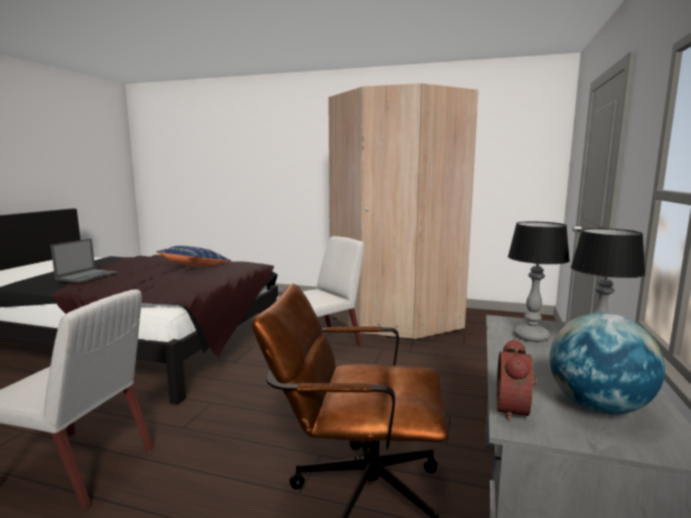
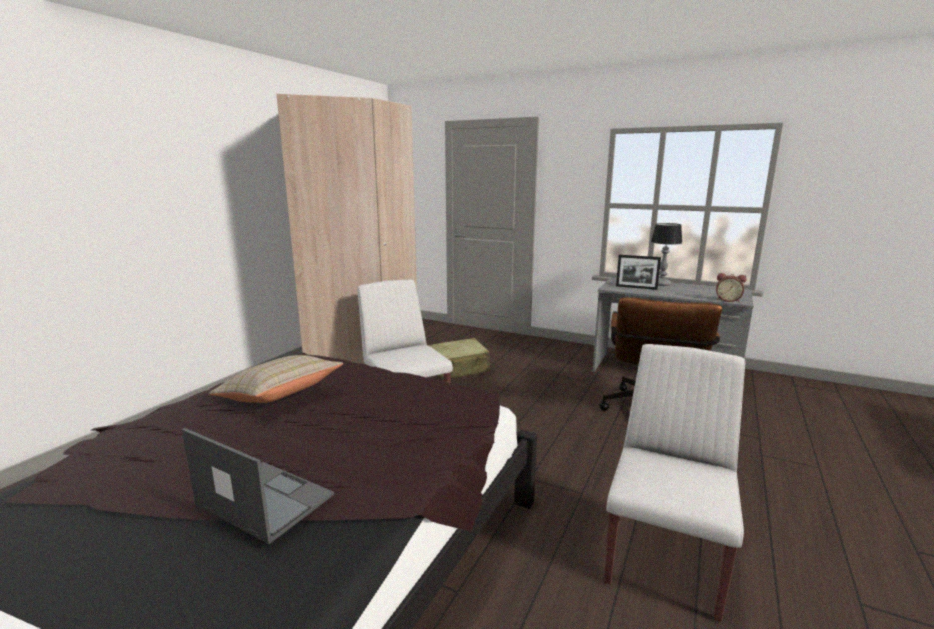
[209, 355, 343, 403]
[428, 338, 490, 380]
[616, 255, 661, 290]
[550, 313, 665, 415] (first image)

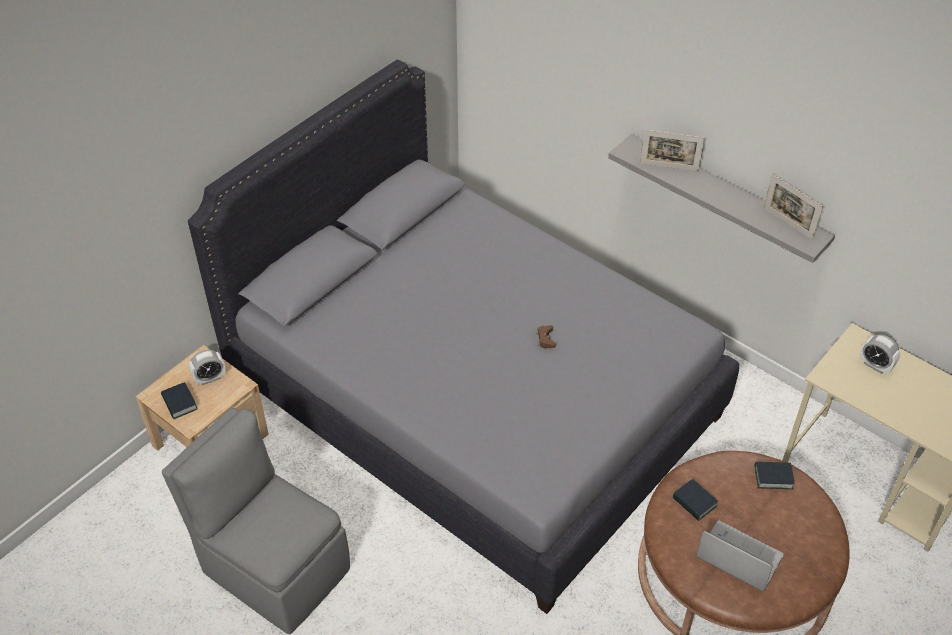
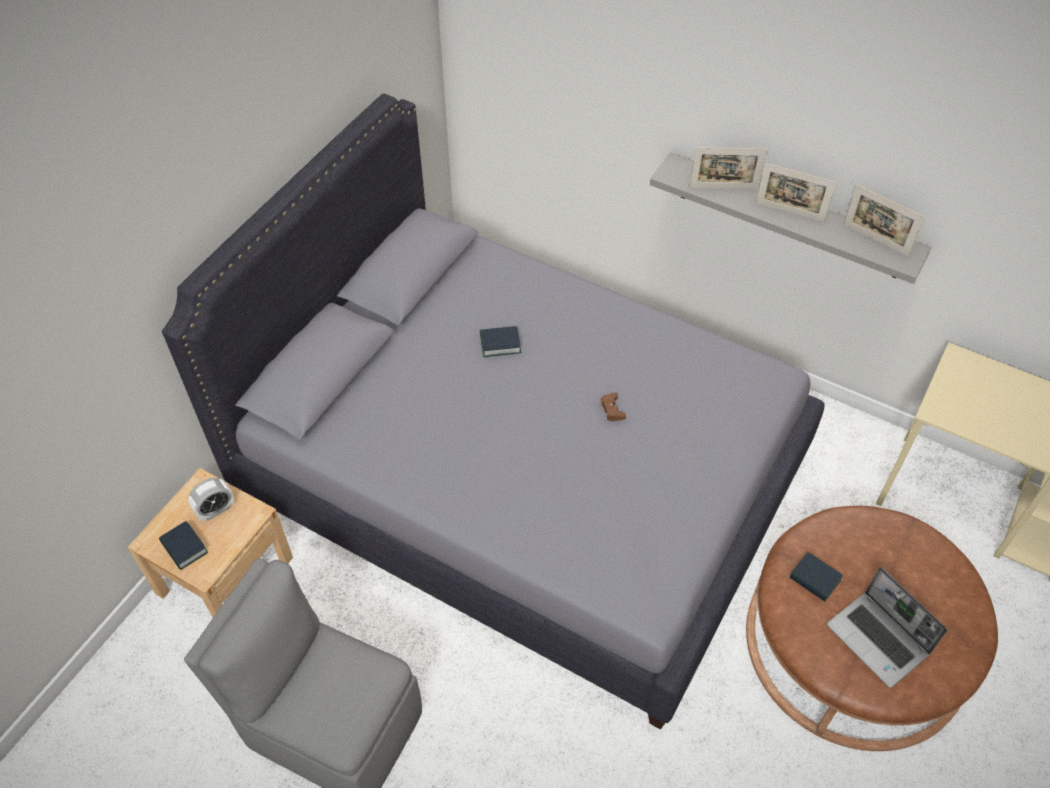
[480, 326, 521, 357]
[755, 163, 837, 222]
[827, 567, 947, 688]
[860, 335, 900, 374] (first image)

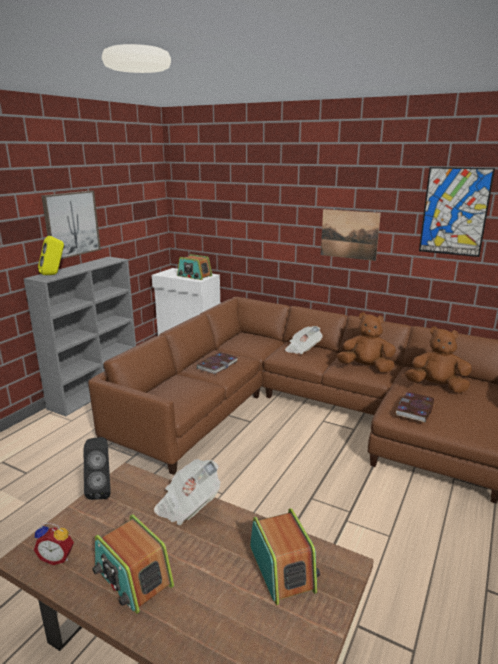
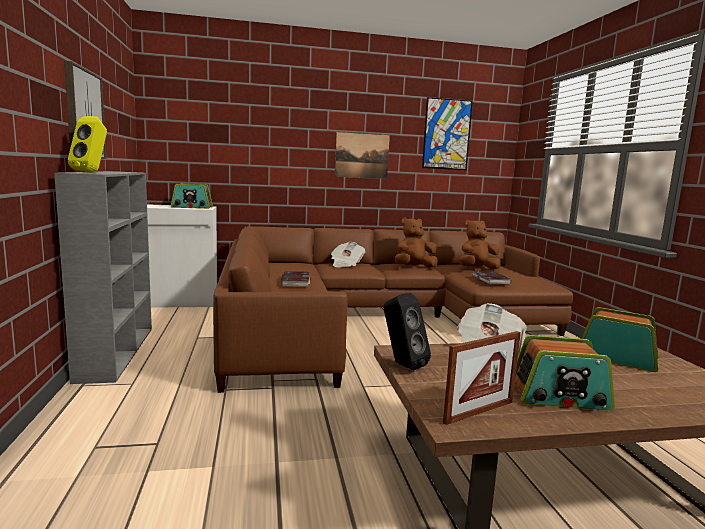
[443, 331, 521, 425]

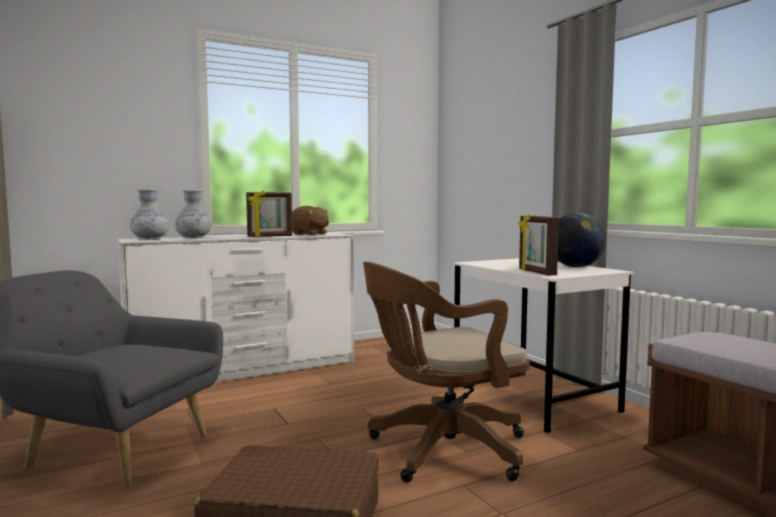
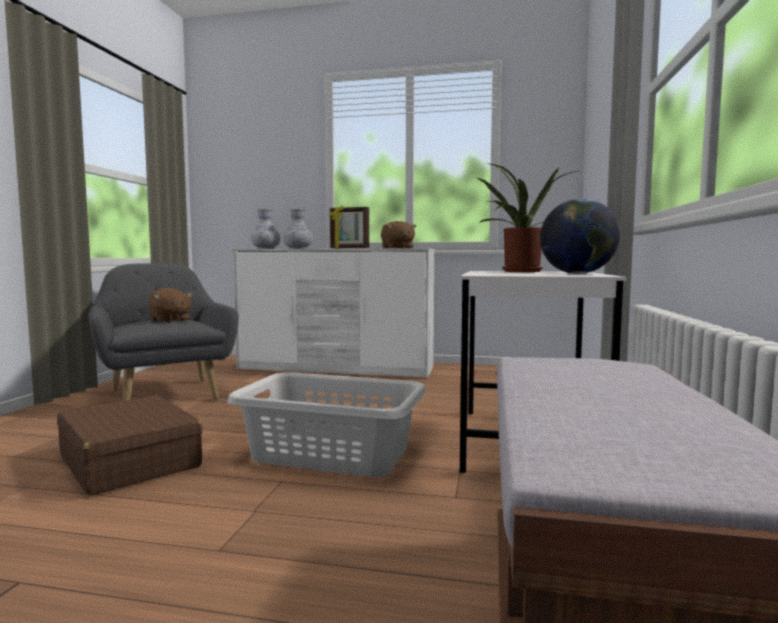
[148, 288, 193, 323]
[227, 372, 426, 477]
[477, 163, 578, 272]
[519, 214, 559, 275] (first image)

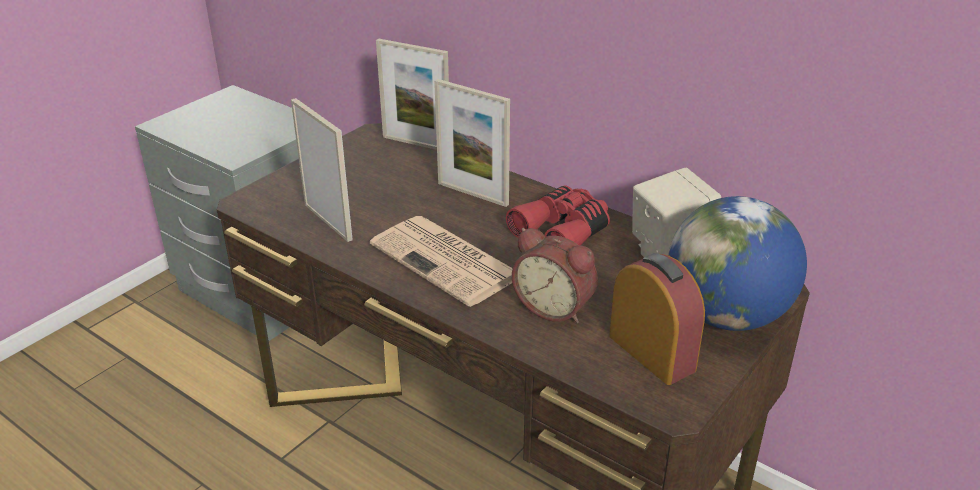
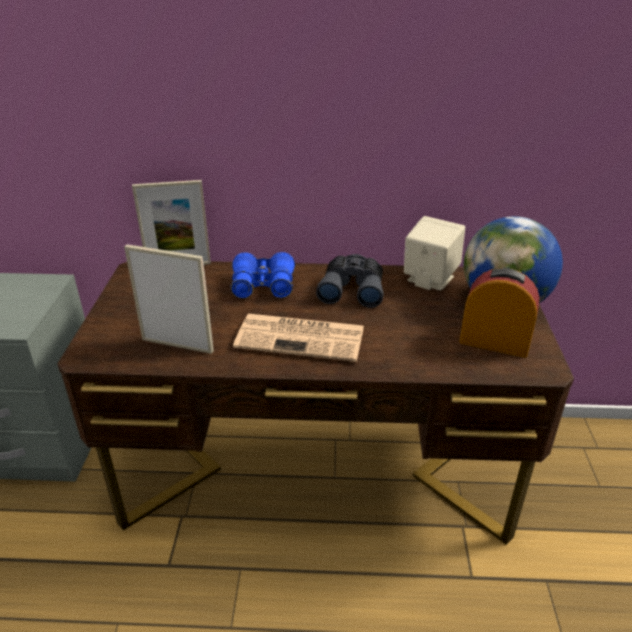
[230, 252, 295, 299]
[316, 254, 383, 308]
[512, 228, 598, 323] (first image)

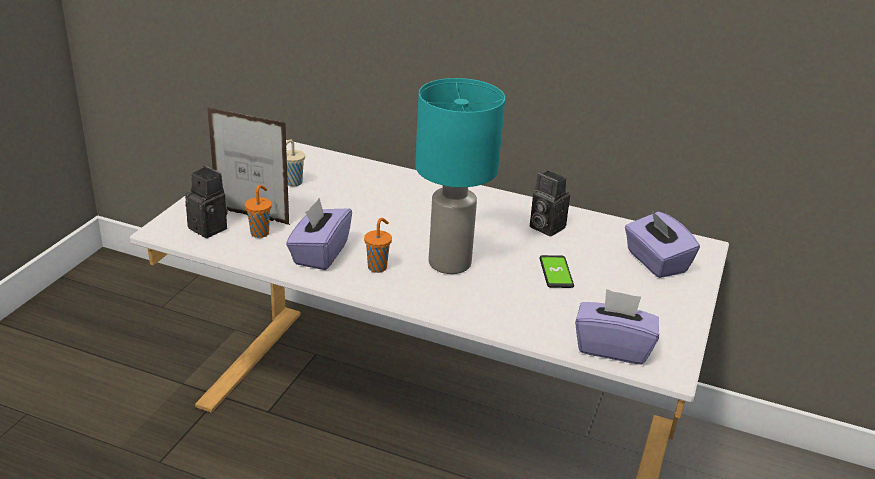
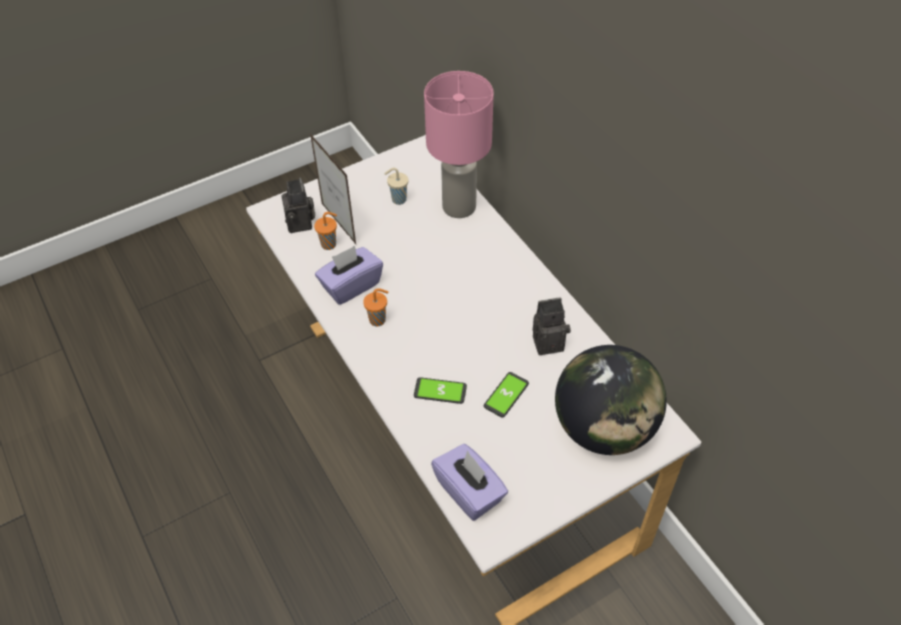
[414, 377, 467, 404]
[424, 71, 494, 218]
[533, 298, 571, 355]
[555, 345, 667, 455]
[415, 78, 505, 274] (first image)

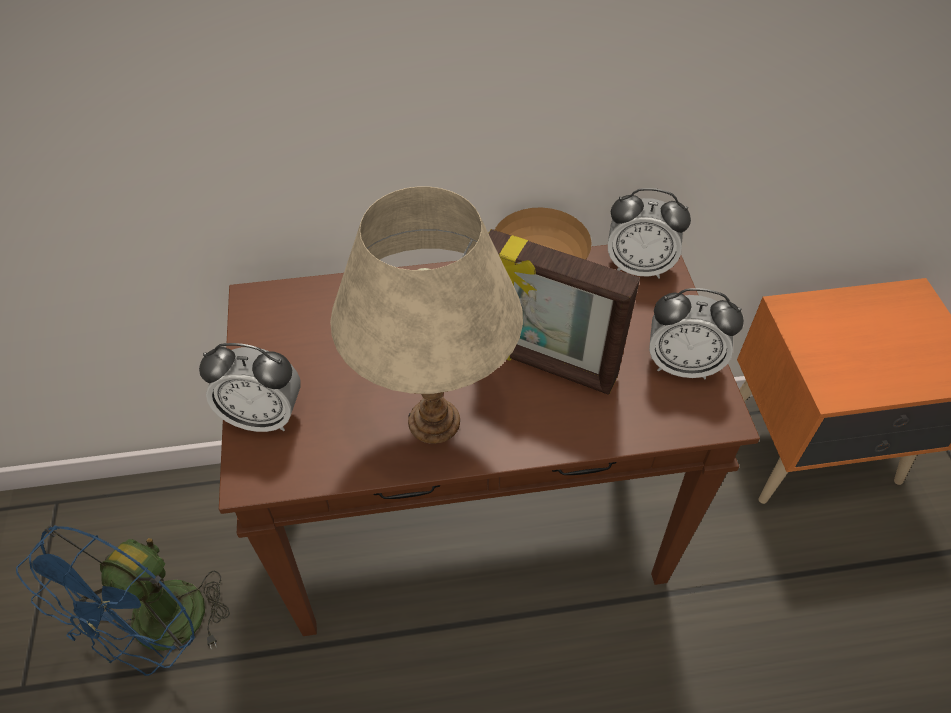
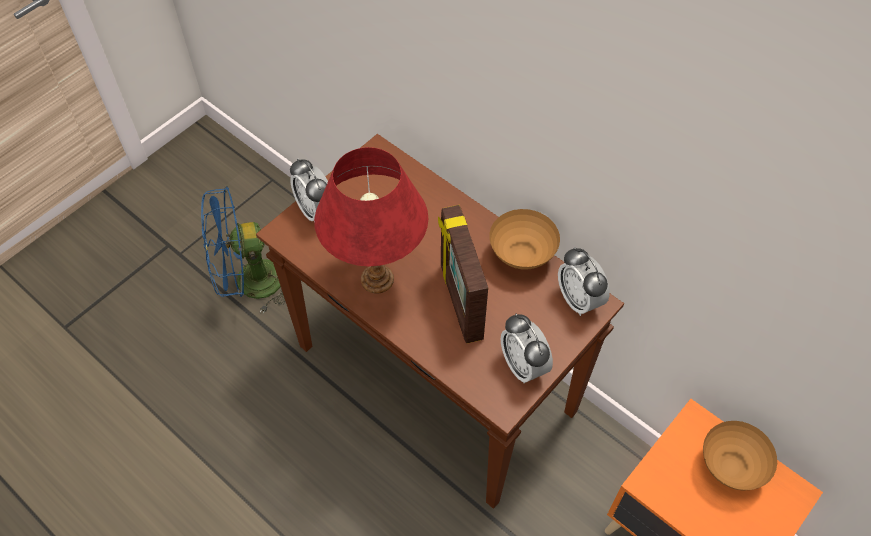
[314, 147, 429, 294]
[703, 421, 777, 491]

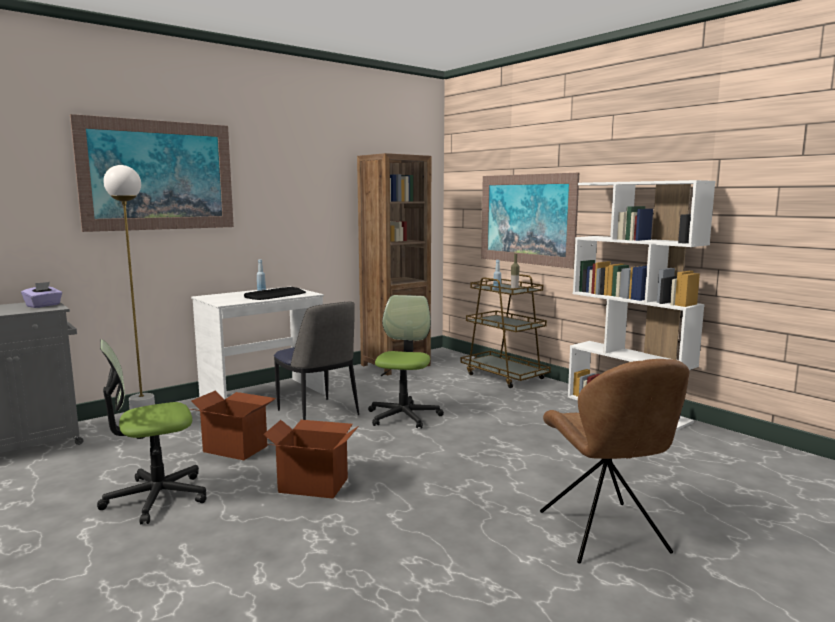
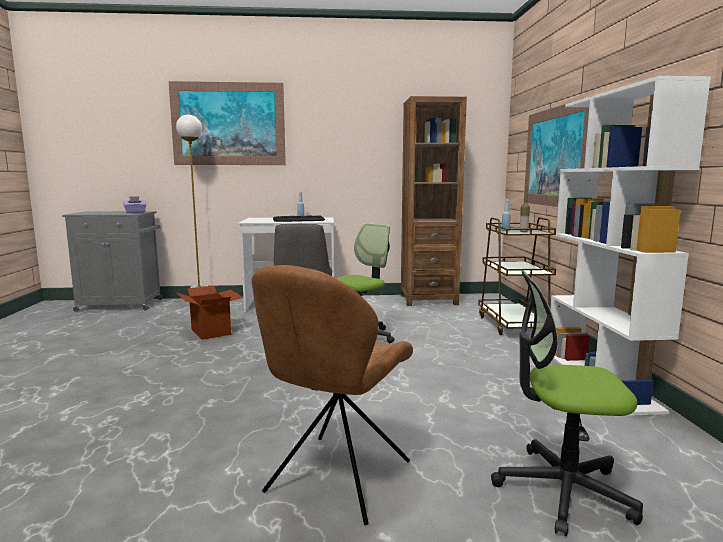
[491, 270, 643, 536]
[263, 420, 359, 499] (first image)

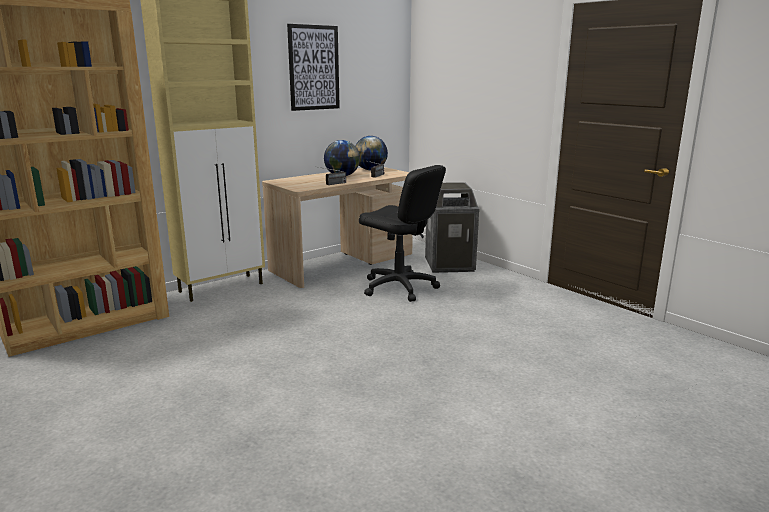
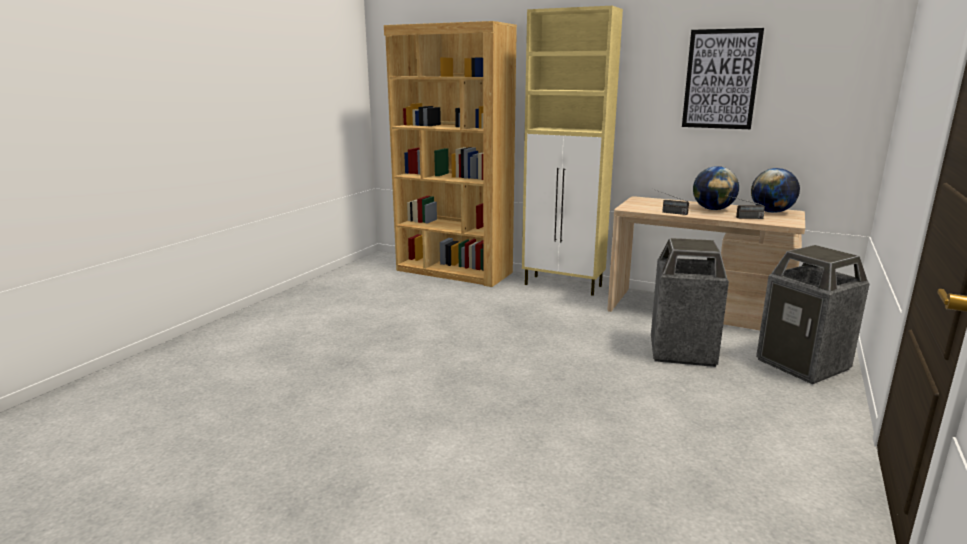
[651, 238, 729, 367]

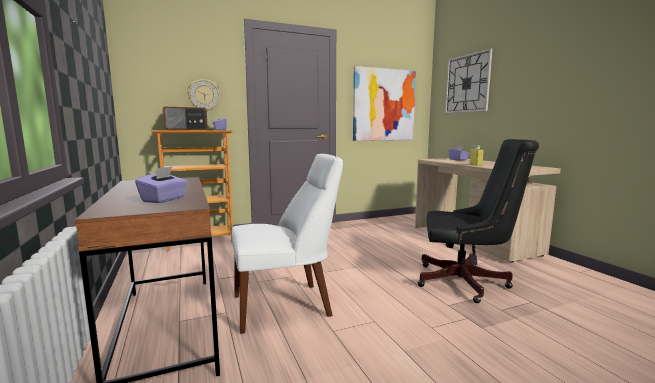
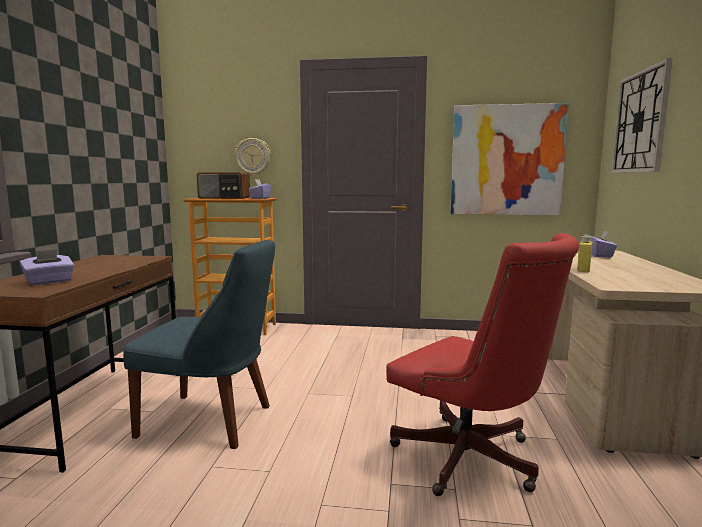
[123, 240, 275, 449]
[386, 233, 580, 496]

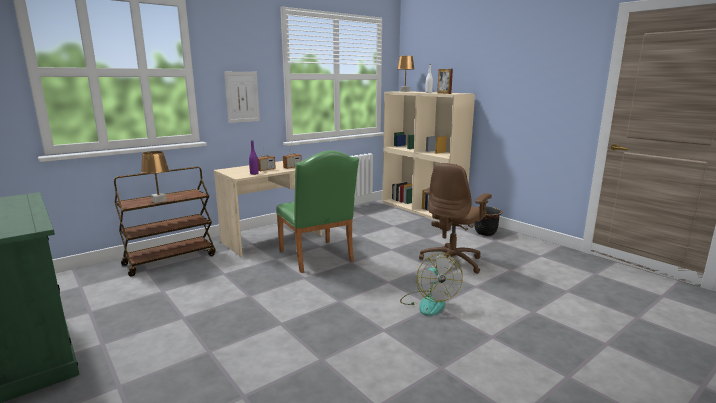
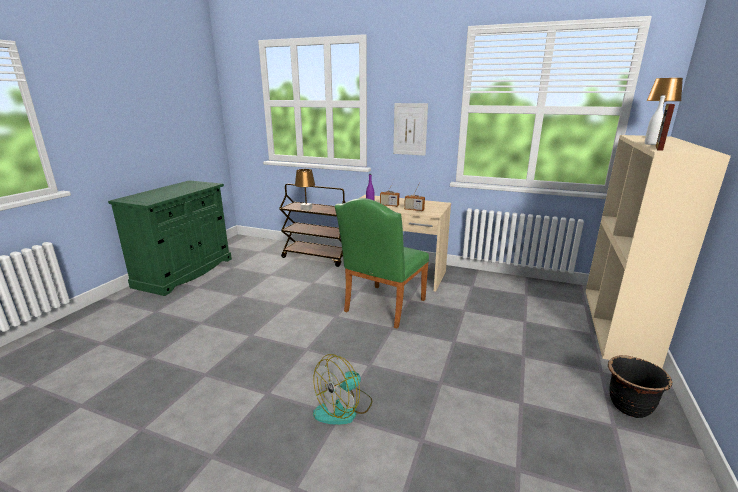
[419, 163, 492, 274] (first image)

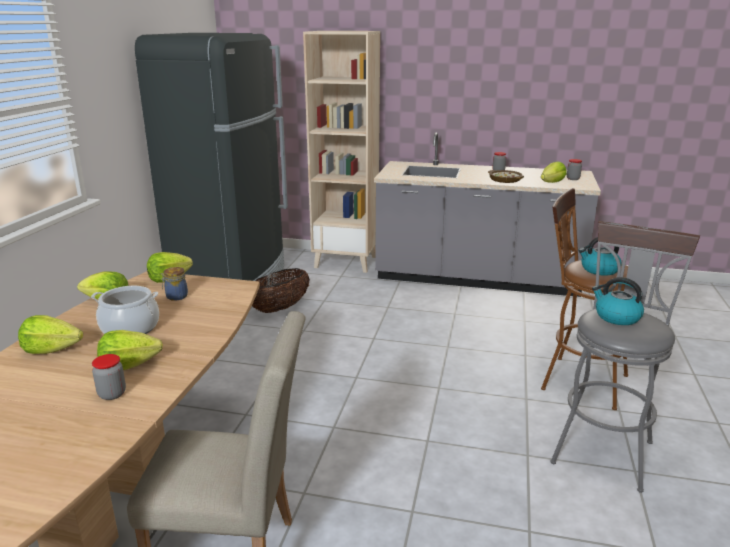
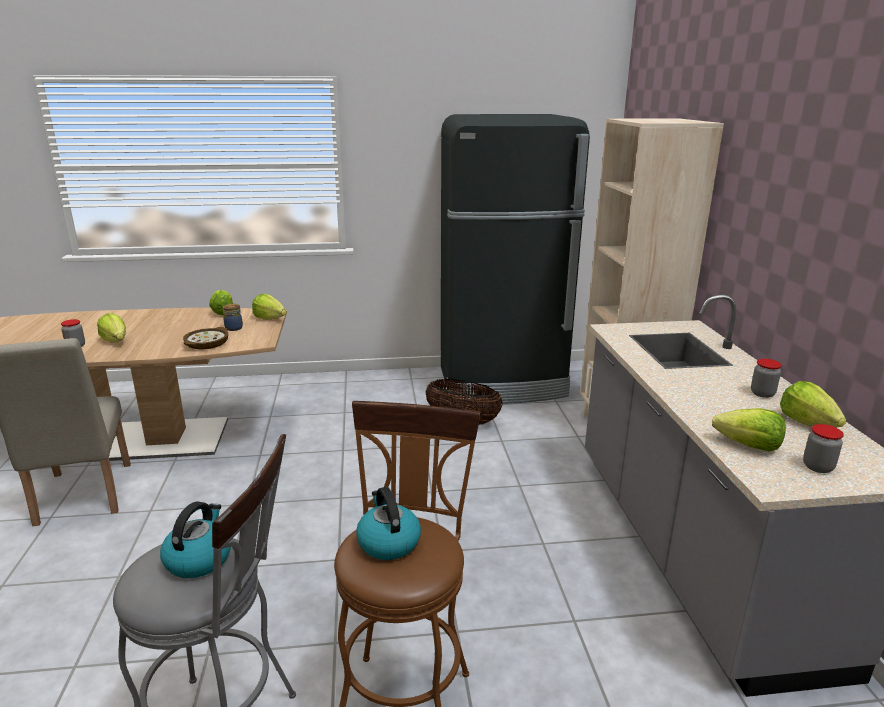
[183, 327, 228, 349]
[780, 381, 846, 428]
[91, 286, 159, 334] (first image)

